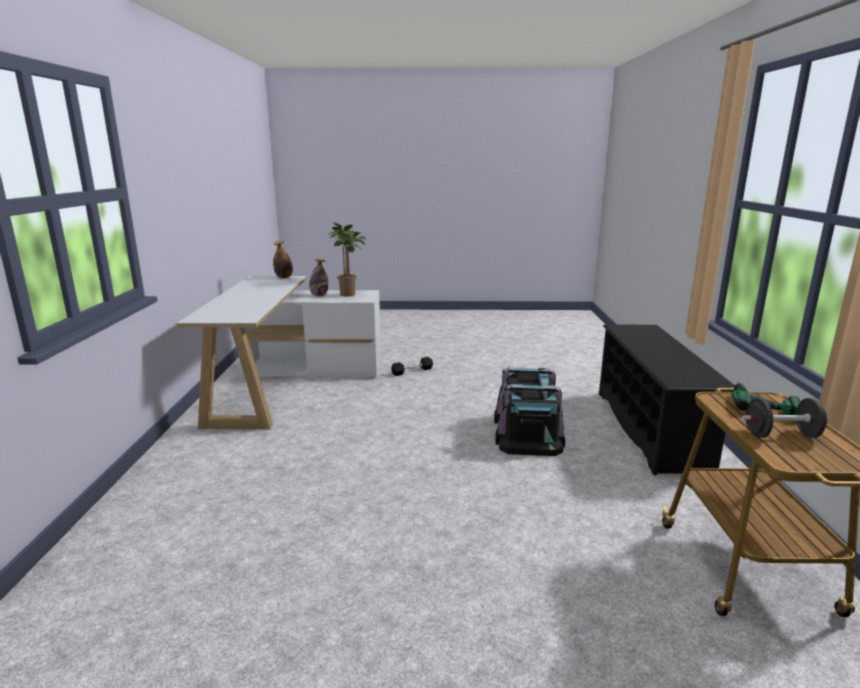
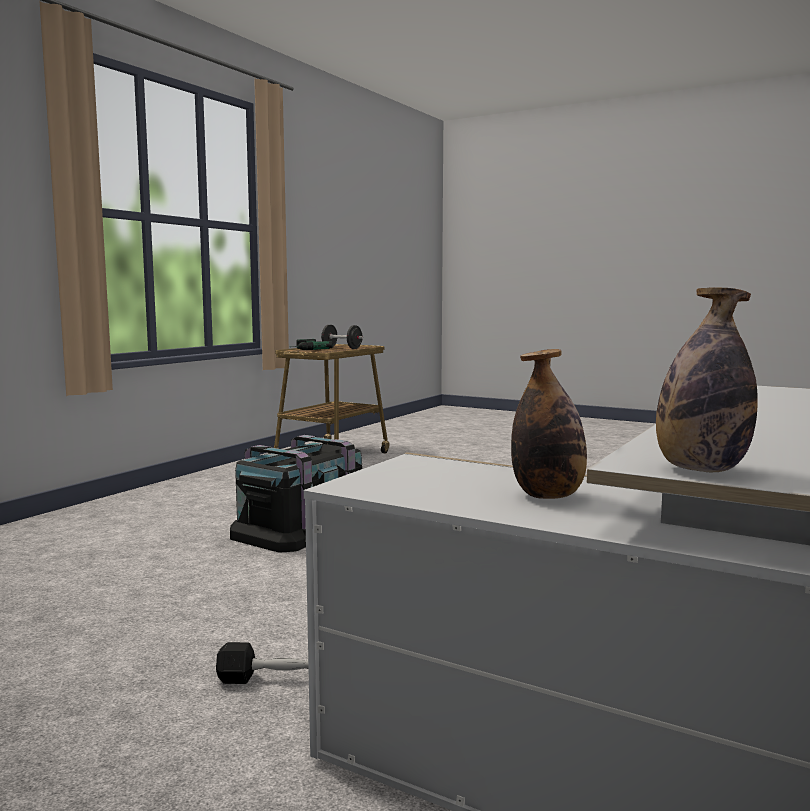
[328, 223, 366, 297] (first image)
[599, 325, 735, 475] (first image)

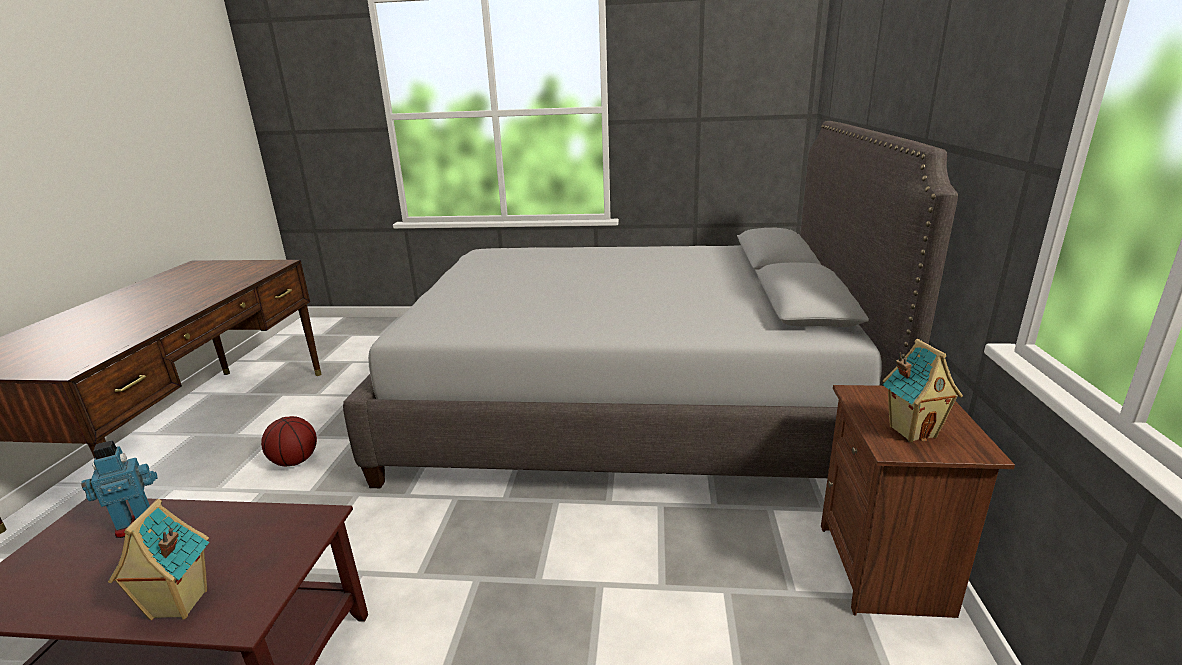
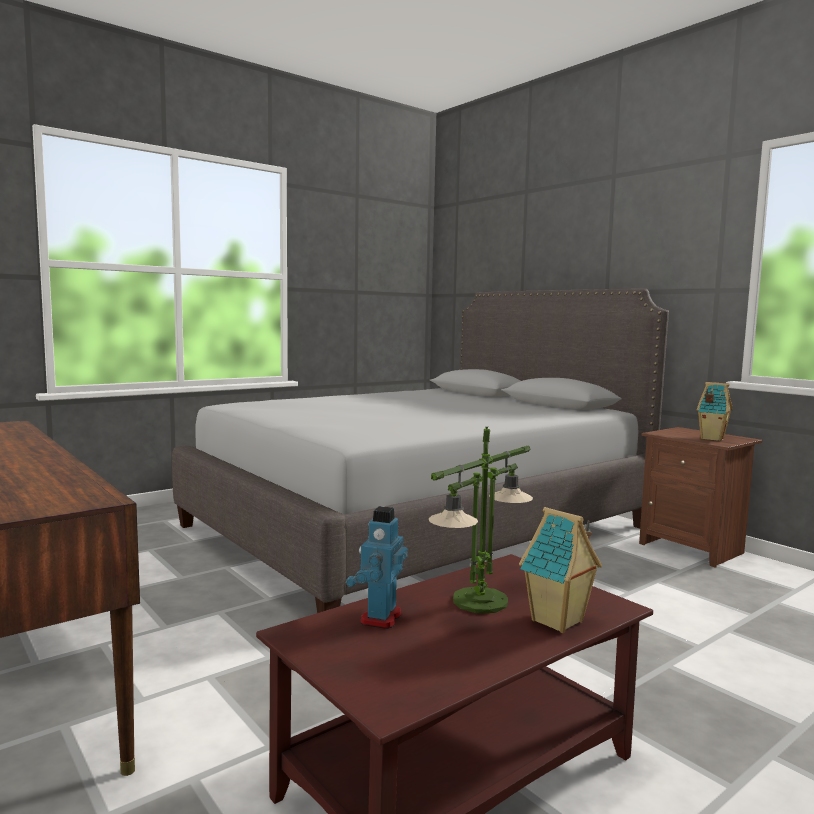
[429, 427, 533, 613]
[261, 416, 317, 467] (first image)

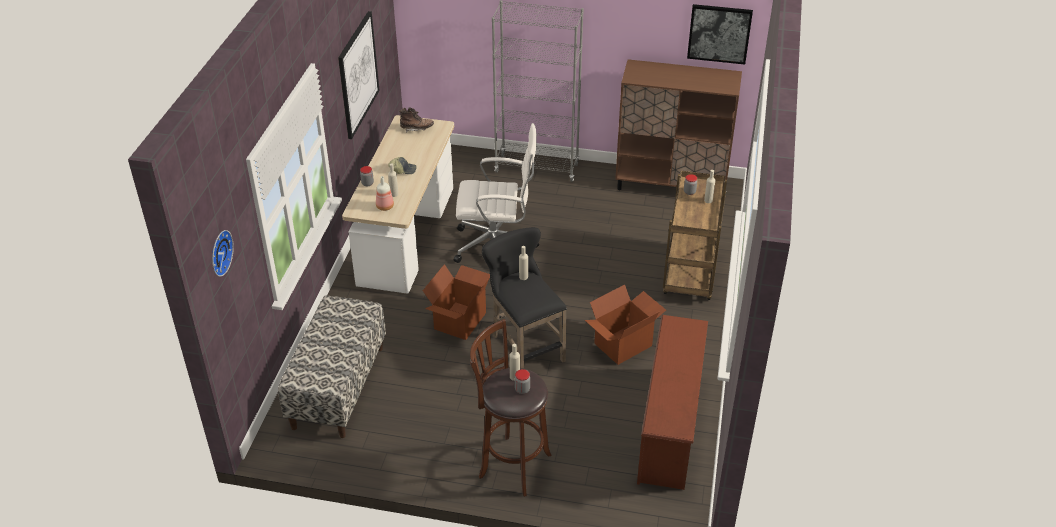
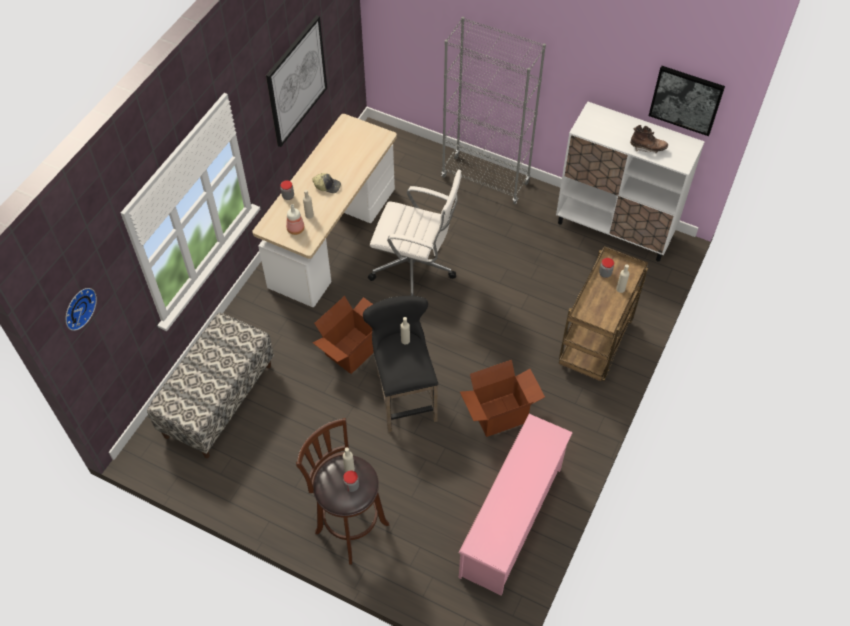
[459, 414, 573, 596]
[556, 101, 705, 261]
[630, 125, 668, 153]

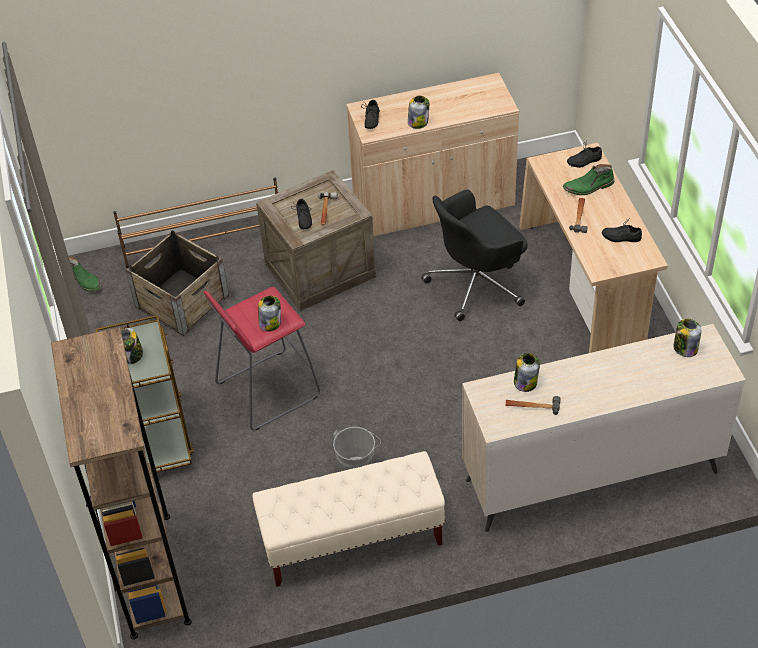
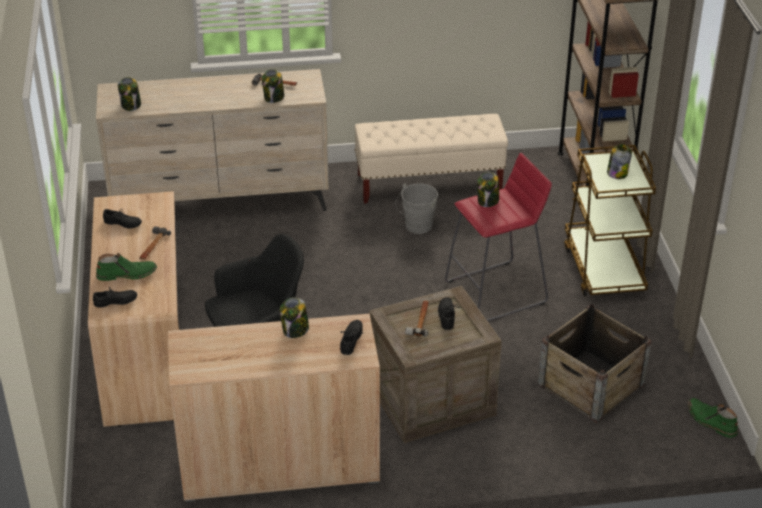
[113, 178, 278, 268] (first image)

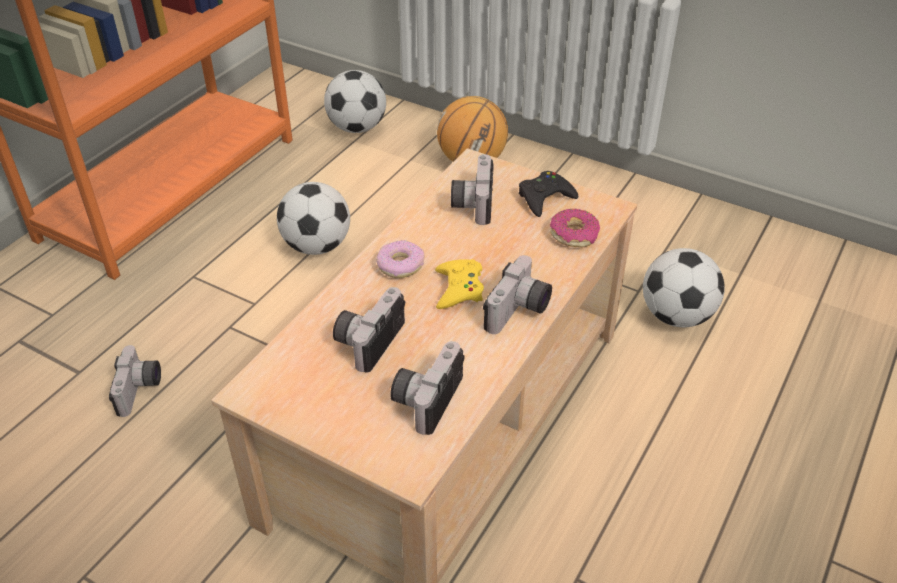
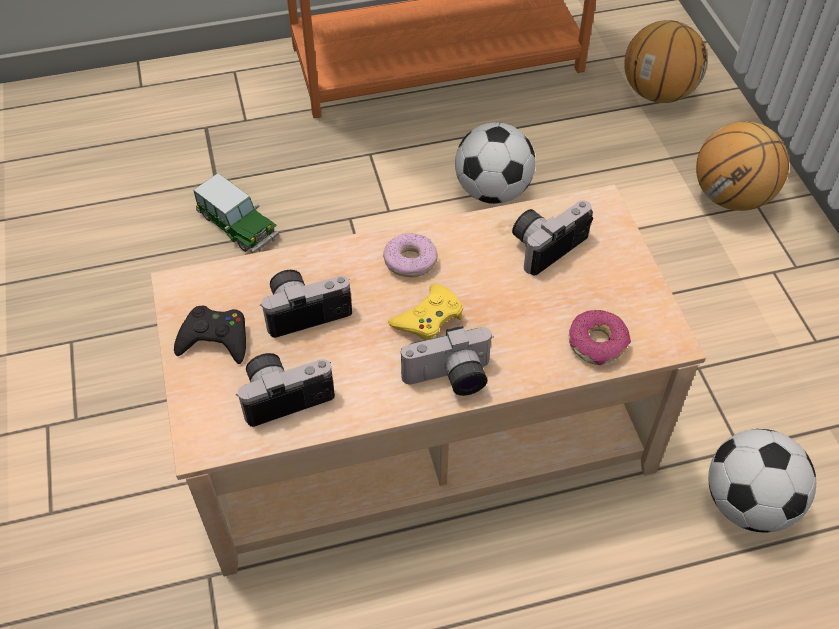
[174, 306, 246, 364]
[193, 173, 279, 254]
[624, 20, 708, 103]

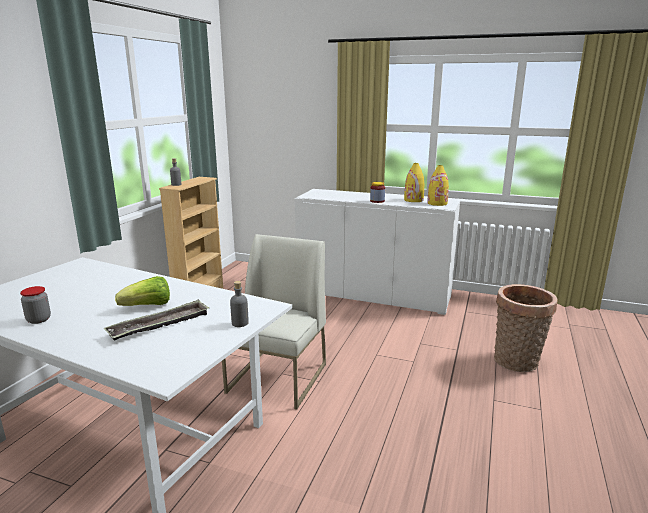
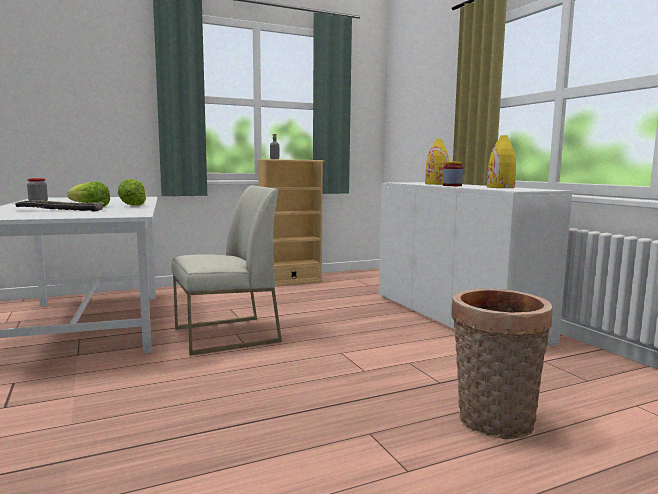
[118, 179, 146, 206]
[425, 139, 449, 185]
[230, 281, 249, 327] (first image)

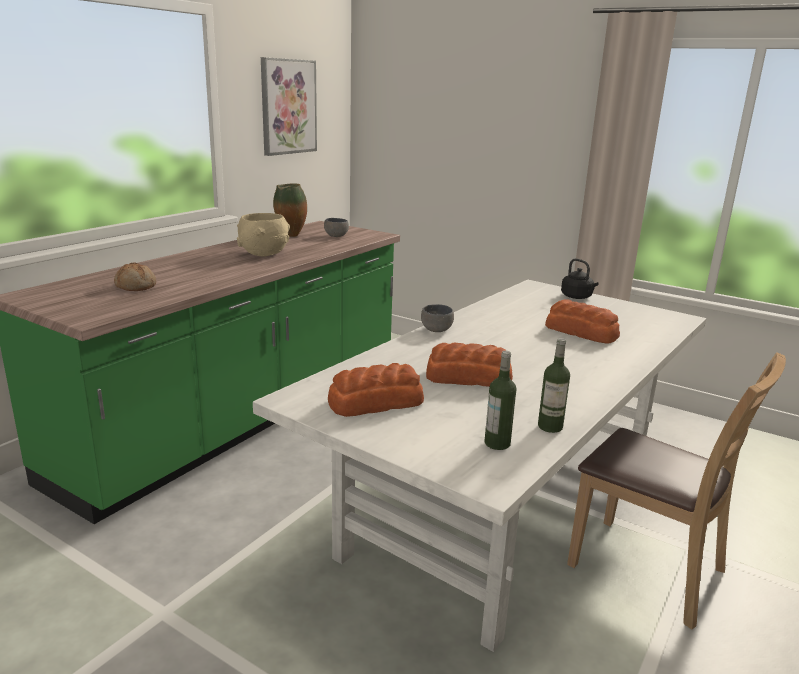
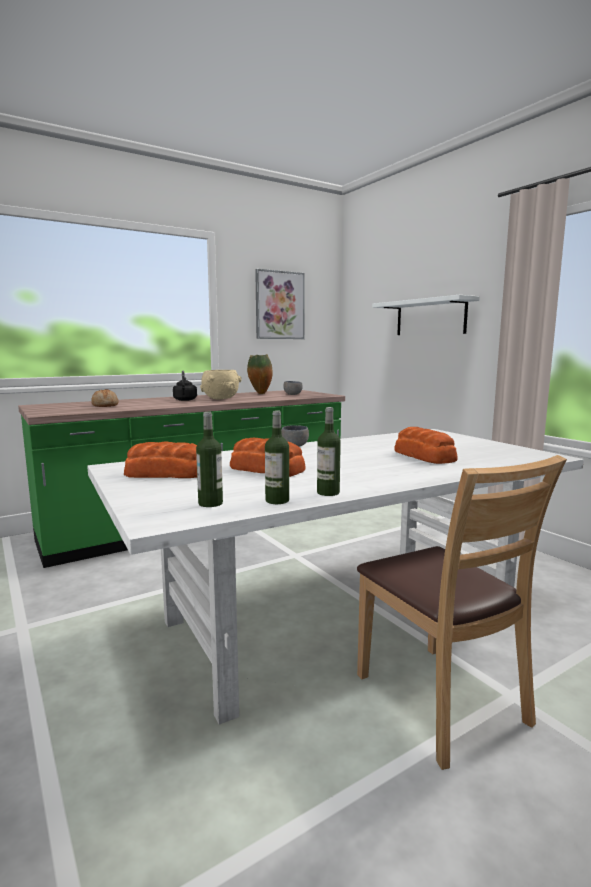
[173, 371, 197, 401]
[317, 407, 341, 496]
[372, 295, 480, 335]

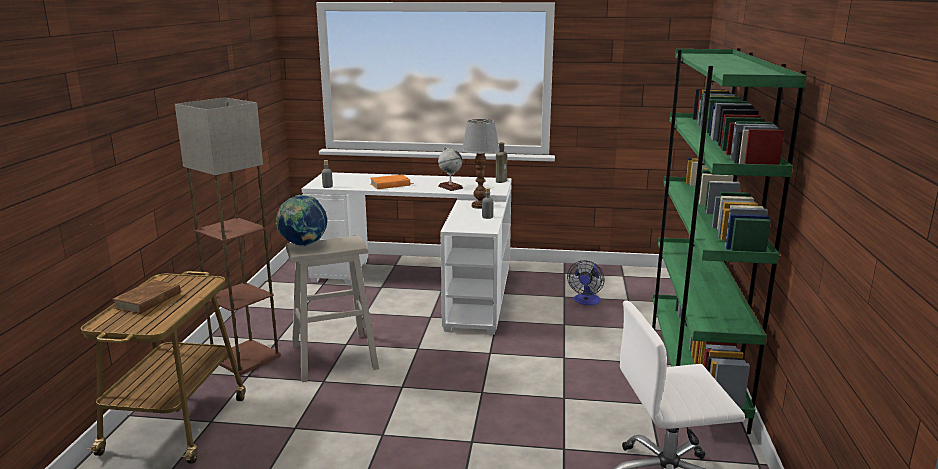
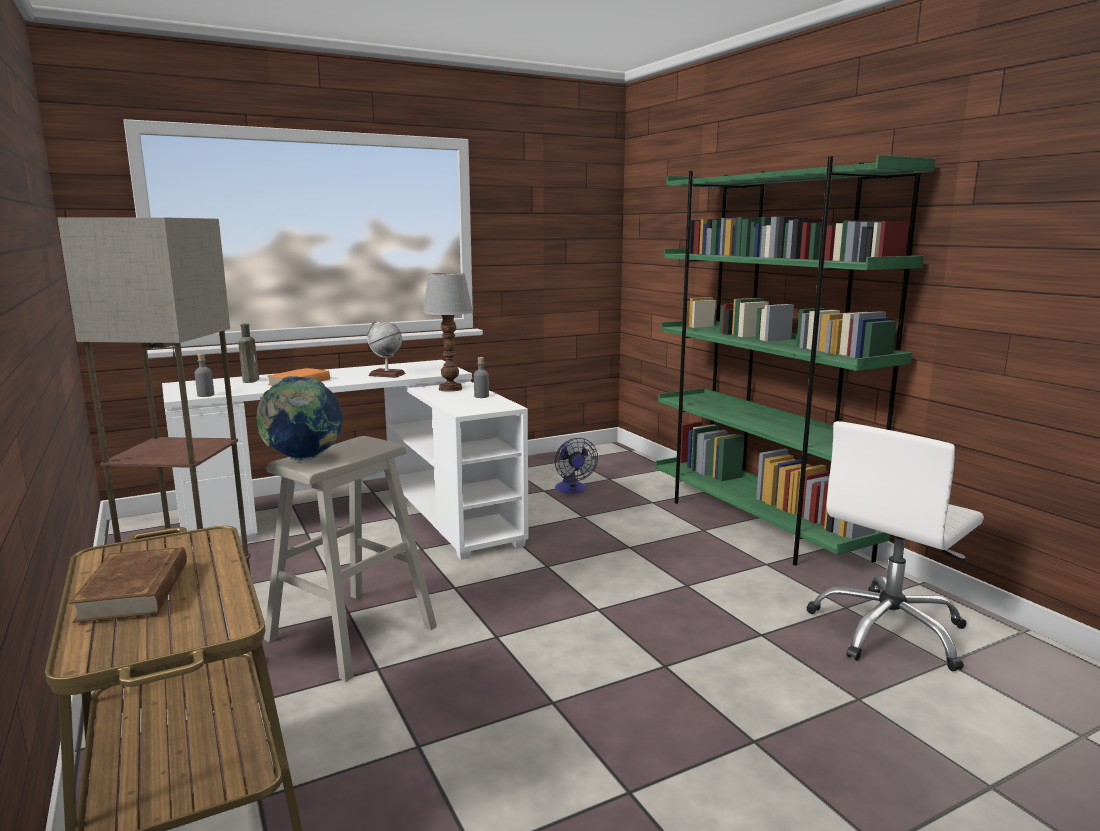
[238, 323, 259, 383]

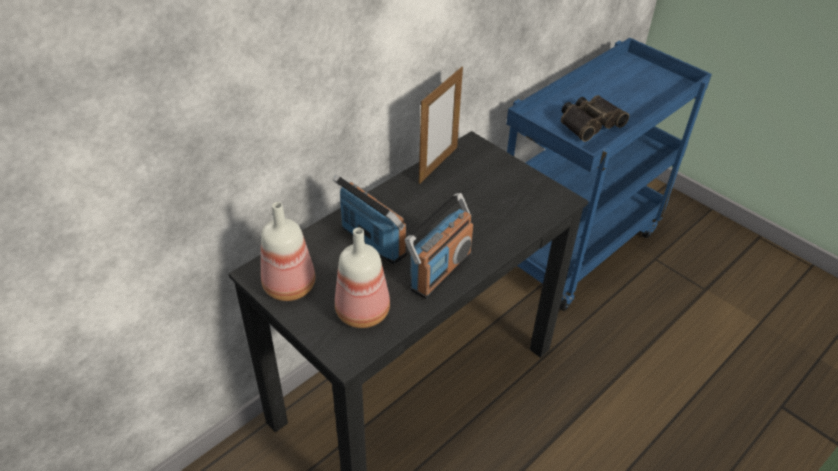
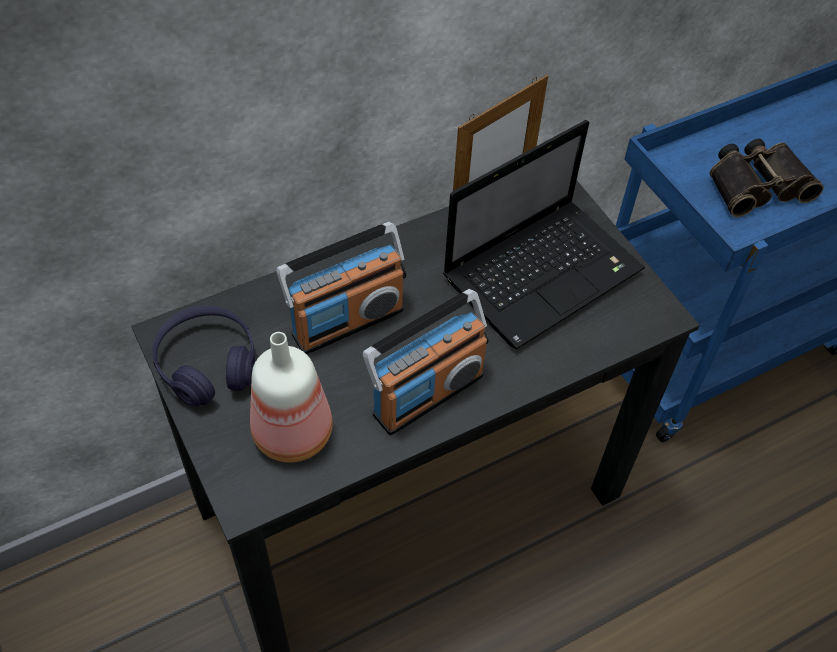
[152, 306, 255, 406]
[276, 222, 406, 354]
[443, 120, 645, 349]

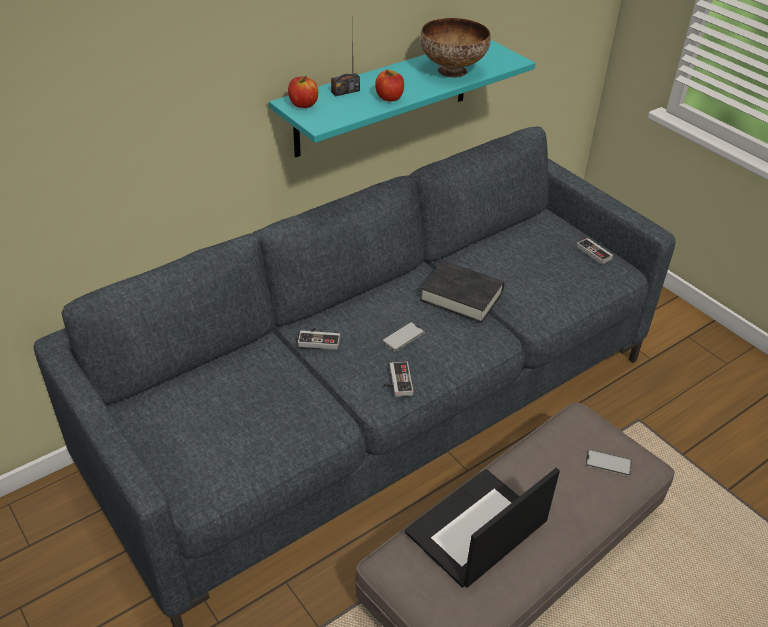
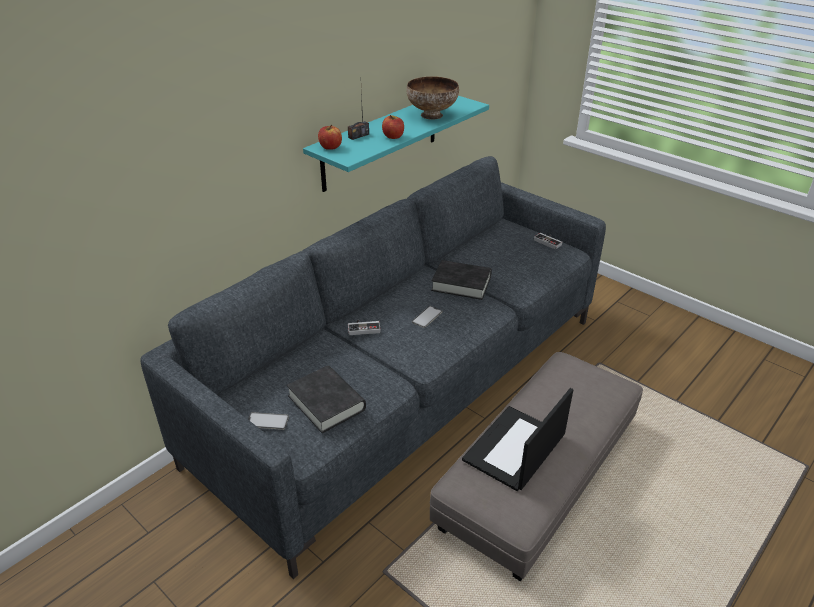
[248, 412, 289, 430]
[287, 366, 366, 433]
[384, 361, 413, 397] (first image)

